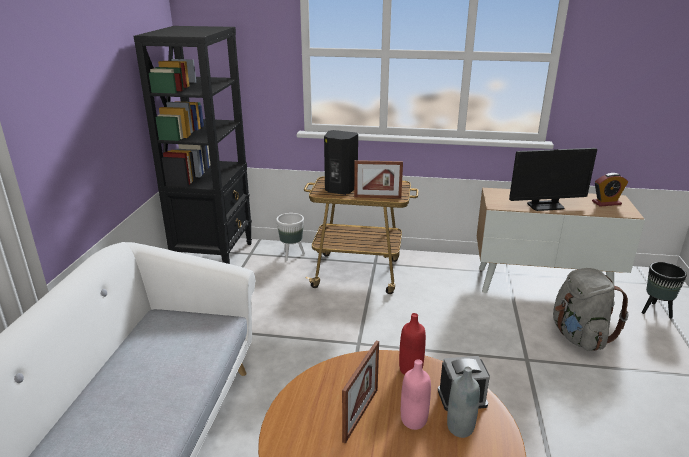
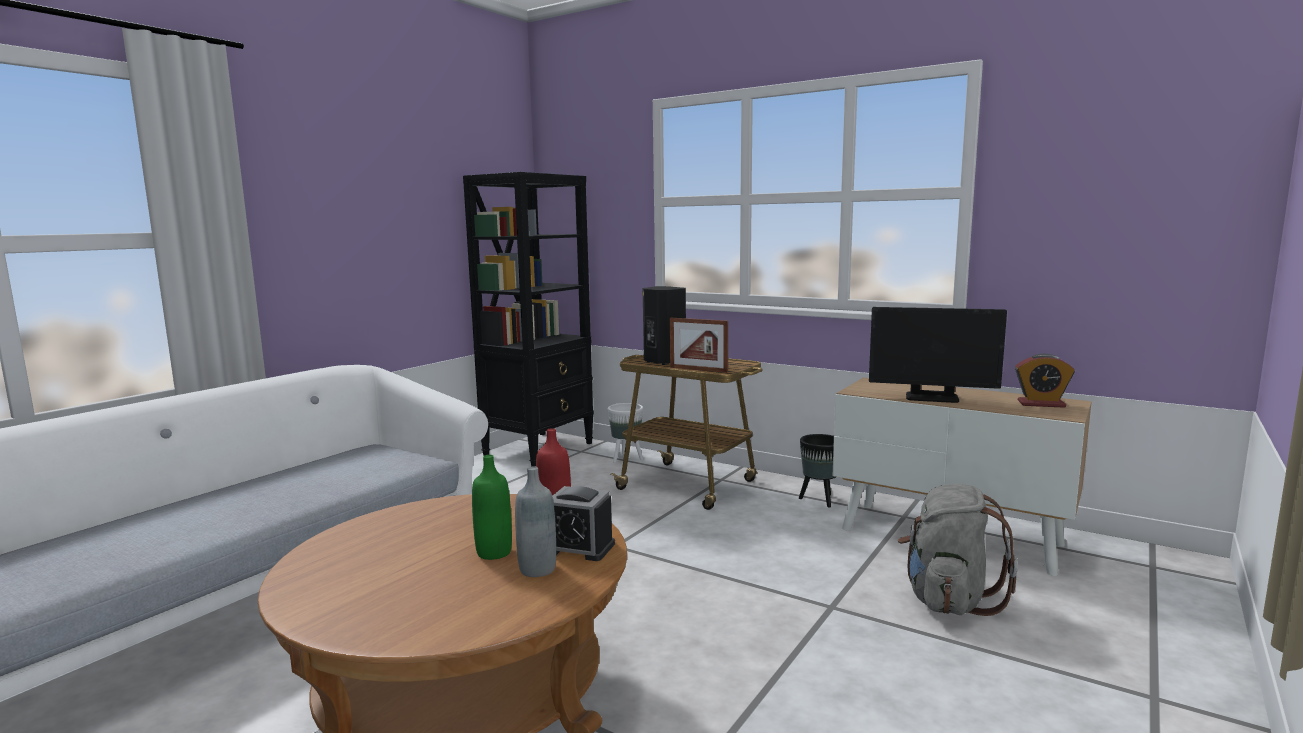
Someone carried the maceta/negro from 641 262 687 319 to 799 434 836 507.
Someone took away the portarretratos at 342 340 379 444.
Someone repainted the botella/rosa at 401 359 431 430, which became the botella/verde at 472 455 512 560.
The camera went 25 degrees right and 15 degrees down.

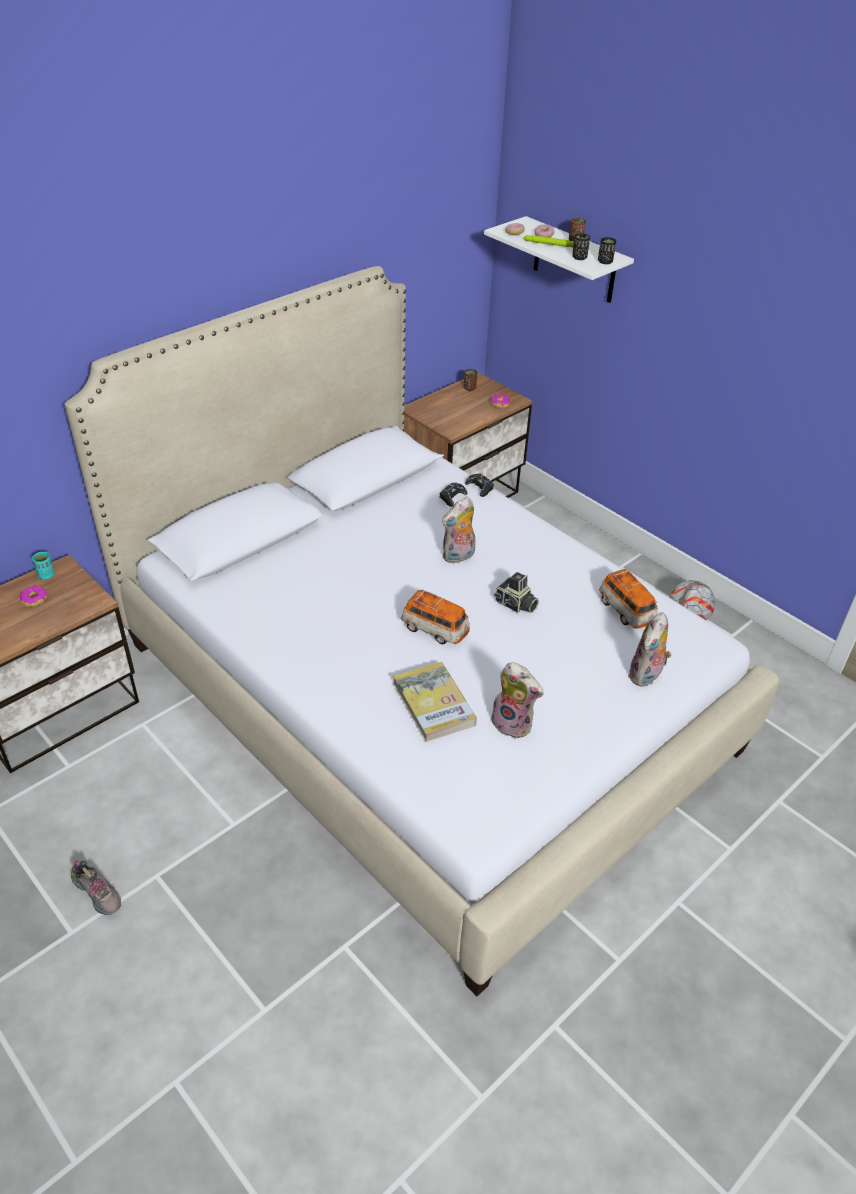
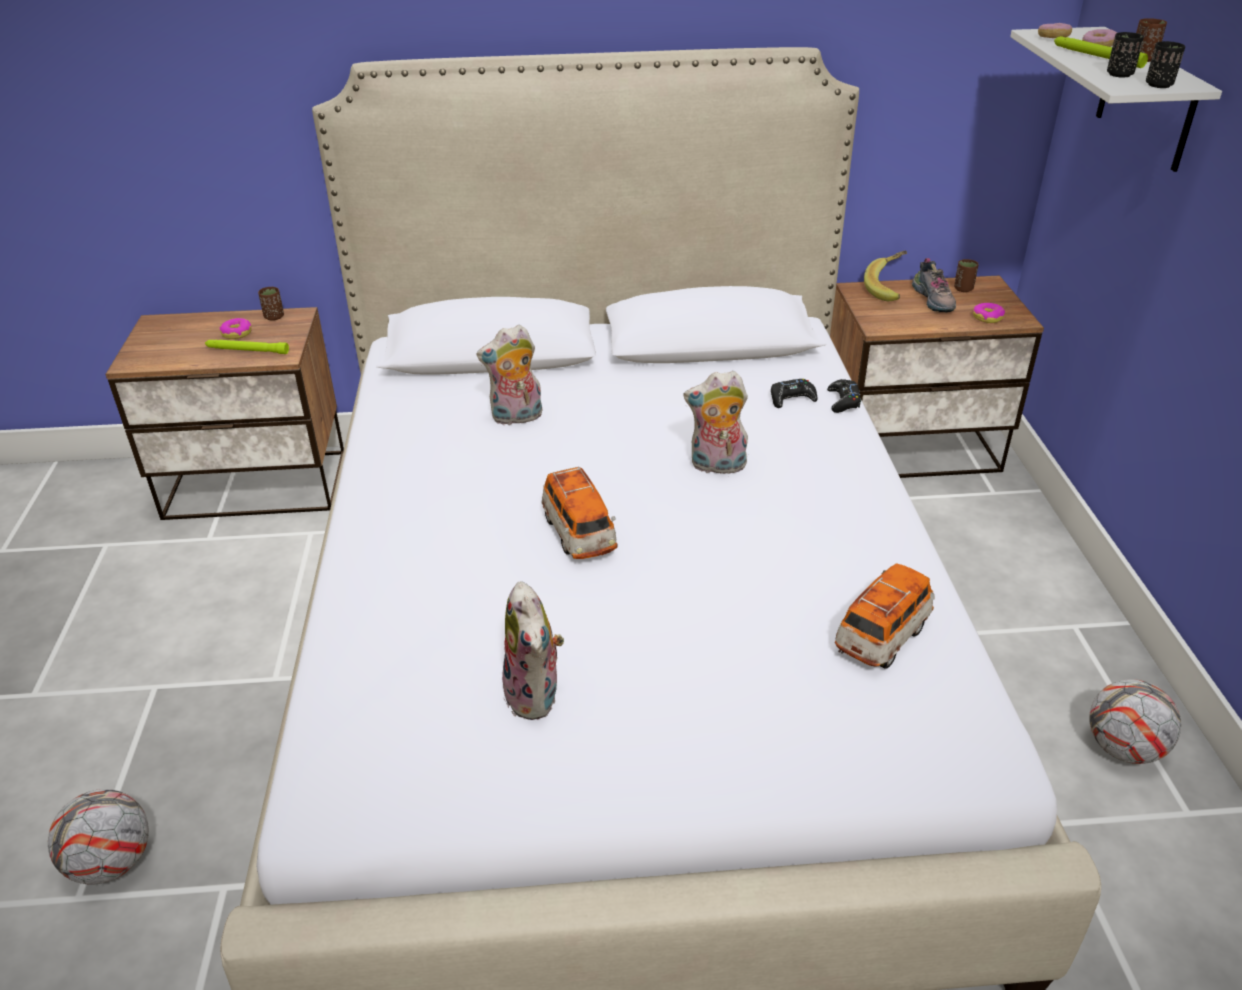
Someone repainted the taza/turquesa at 32 552 55 579, which became the taza/marrón at 258 287 284 321.
Someone rotated the coche de juguete at 599 569 658 628 by 150 degrees counterclockwise.
Someone took away the cámara at 494 572 539 613.
Someone carried the peluche from 628 612 671 687 to 476 325 542 425.
Someone took away the libro at 393 662 477 742.
Someone carried the zapato from 71 861 121 915 to 912 258 956 313.
Someone put down the plátano at 864 251 907 301.
Someone put down the linterna/verde at 205 340 289 354.
Someone put down the balón de fútbol at 48 789 149 885.
The camera went 40 degrees right and 5 degrees down.

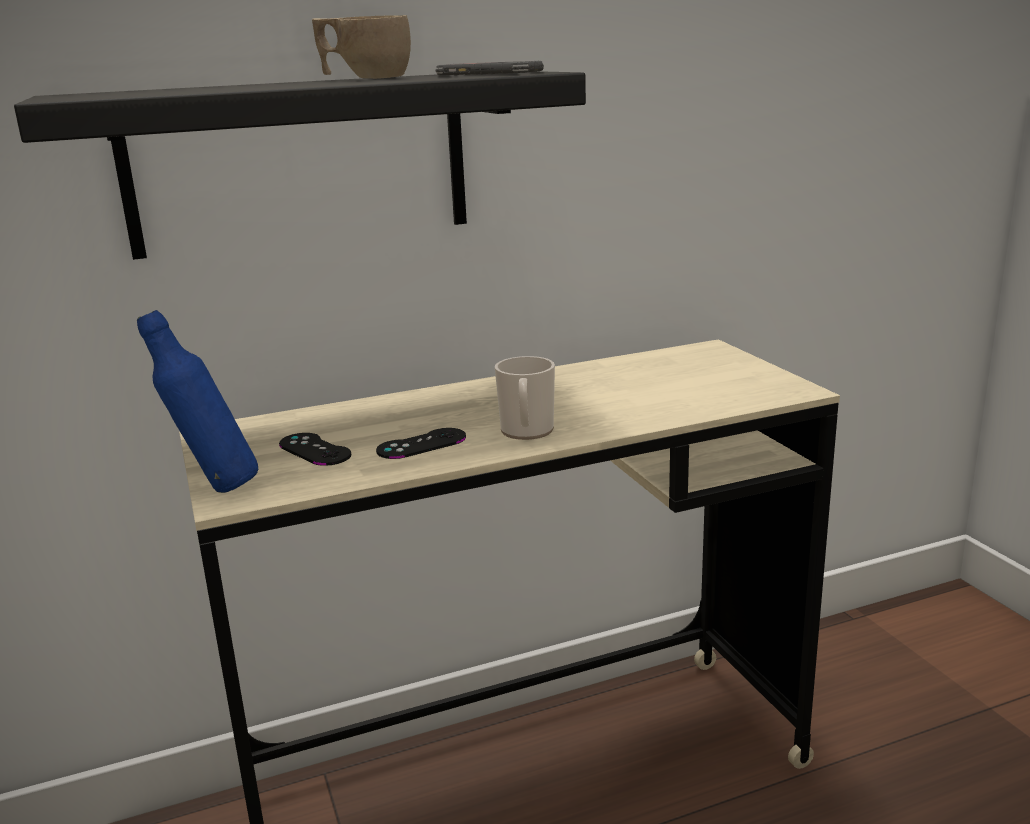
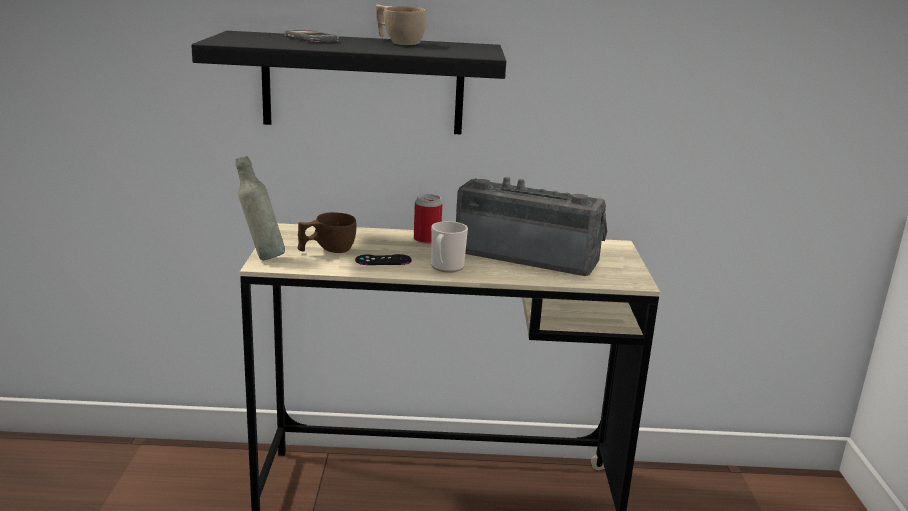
Someone carried the móvil from 436 61 544 75 to 284 30 339 43.
Someone repainted the botella/azul at 137 310 258 493, which became the botella/gris at 236 156 285 260.
Someone swapped the mando de consola/negro at 279 433 351 466 for the taza/marrón at 298 212 356 253.
Someone put down the radio at 456 177 607 276.
Someone put down the lata at 414 194 442 244.
The camera went 20 degrees right and 0 degrees up.

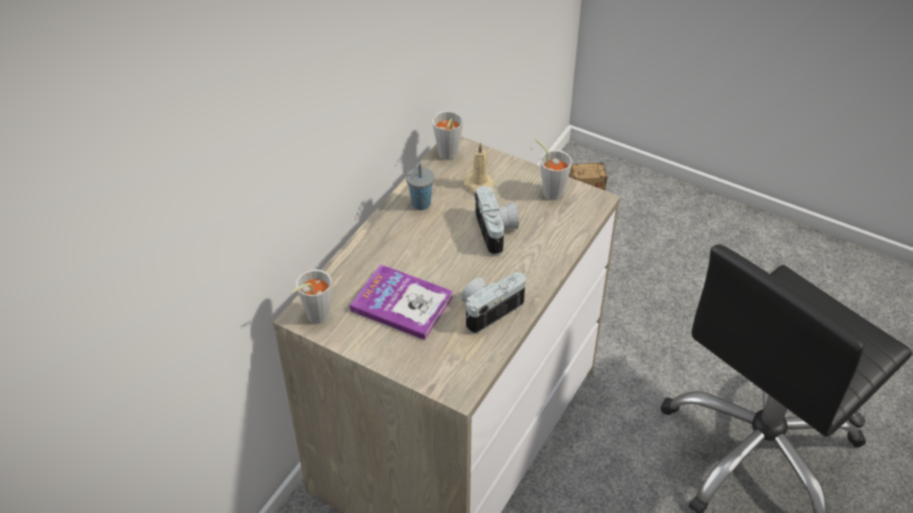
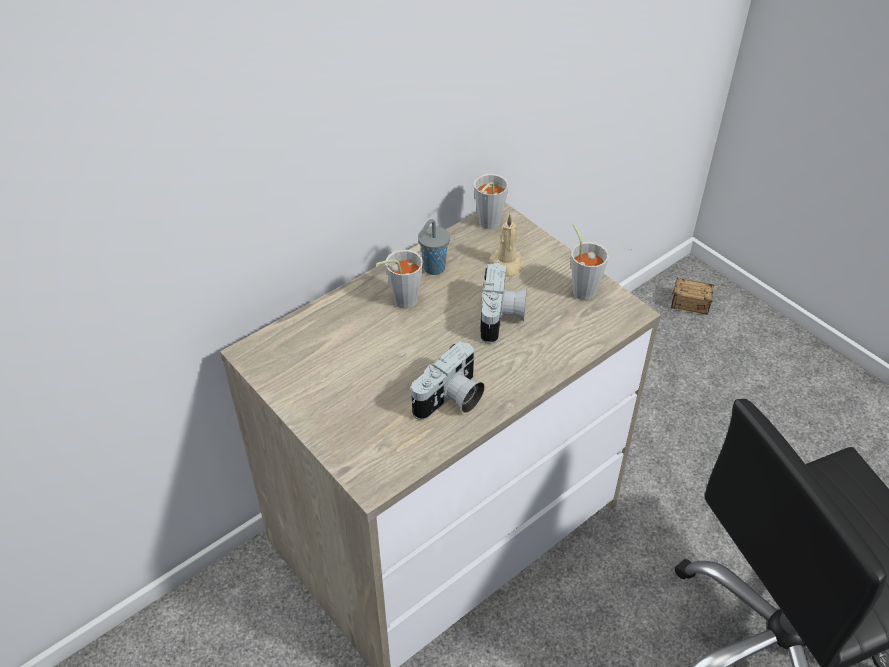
Someone took away the libro at 350 264 453 340.
Someone carried the taza/gris from 292 269 332 324 to 376 250 423 309.
Someone rotated the cámara at 461 272 526 334 by 150 degrees clockwise.
The camera went 20 degrees right and 0 degrees up.

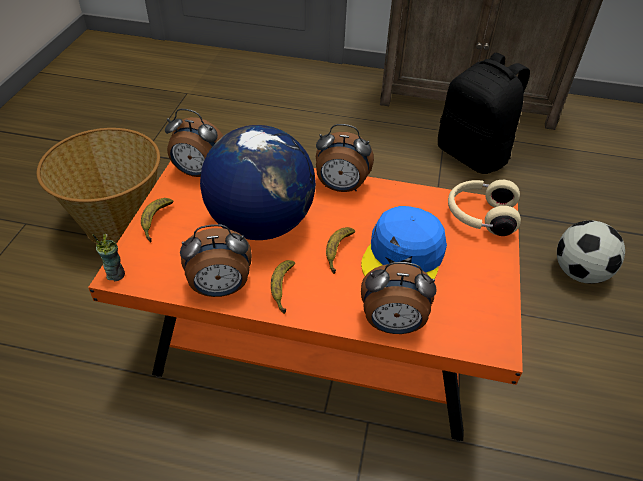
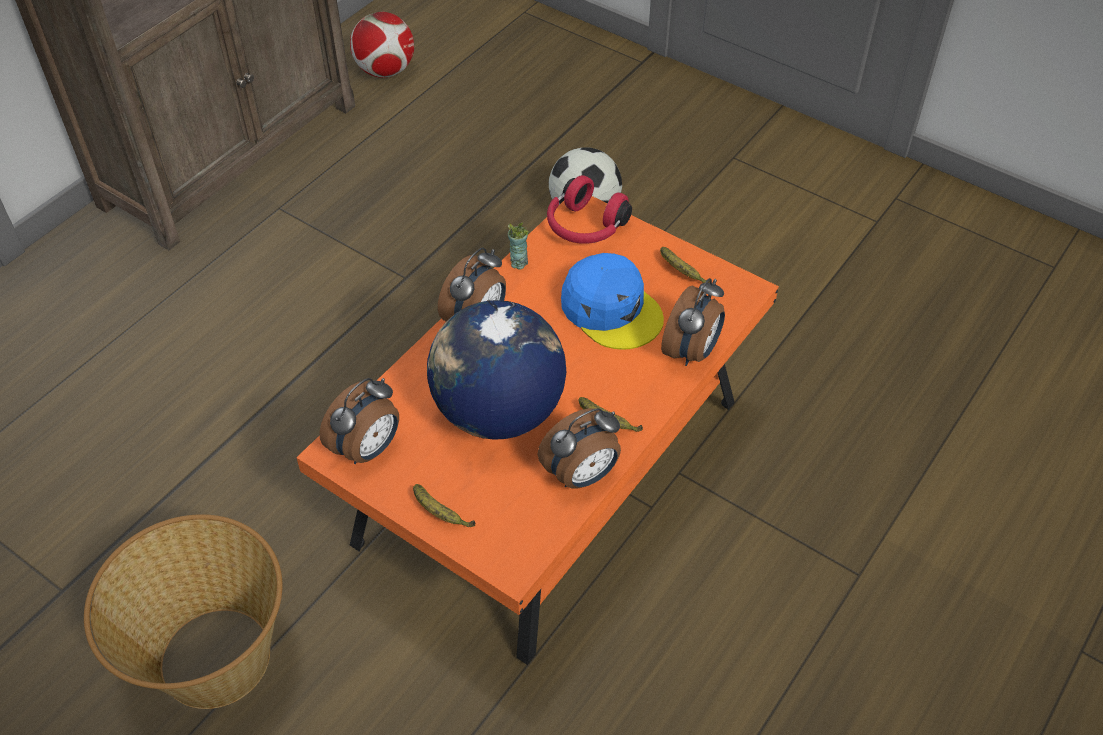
Someone took away the mochila/negro at 438 53 530 174.
Someone repainted the auriculares/beis at 448 180 521 236, which became the auriculares/rojo at 547 175 632 244.
Someone rotated the despertador at 180 224 252 297 by 45 degrees clockwise.
Someone carried the plátano from 326 227 355 274 to 660 247 710 283.
Someone carried the taza from 92 234 125 281 to 508 222 529 269.
Someone put down the balón de fútbol at 350 12 414 78.
The camera went 65 degrees left and 5 degrees up.

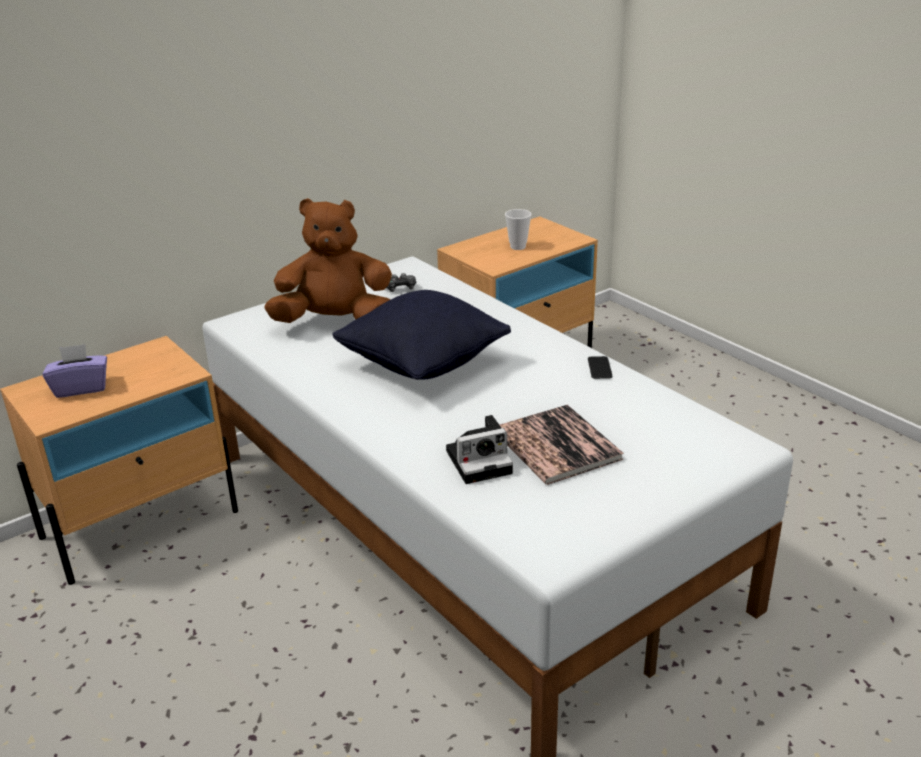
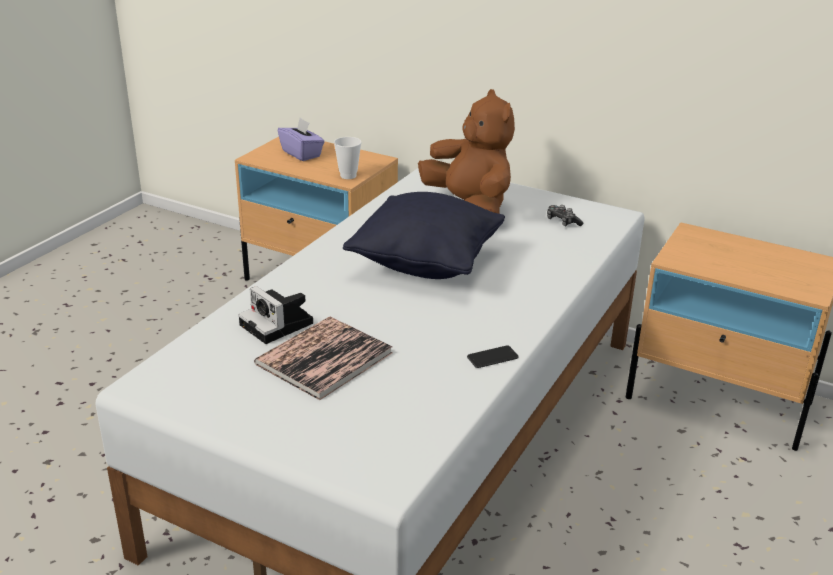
Someone carried the taza from 505 209 532 250 to 334 137 362 179.
The camera went 65 degrees right and 0 degrees up.

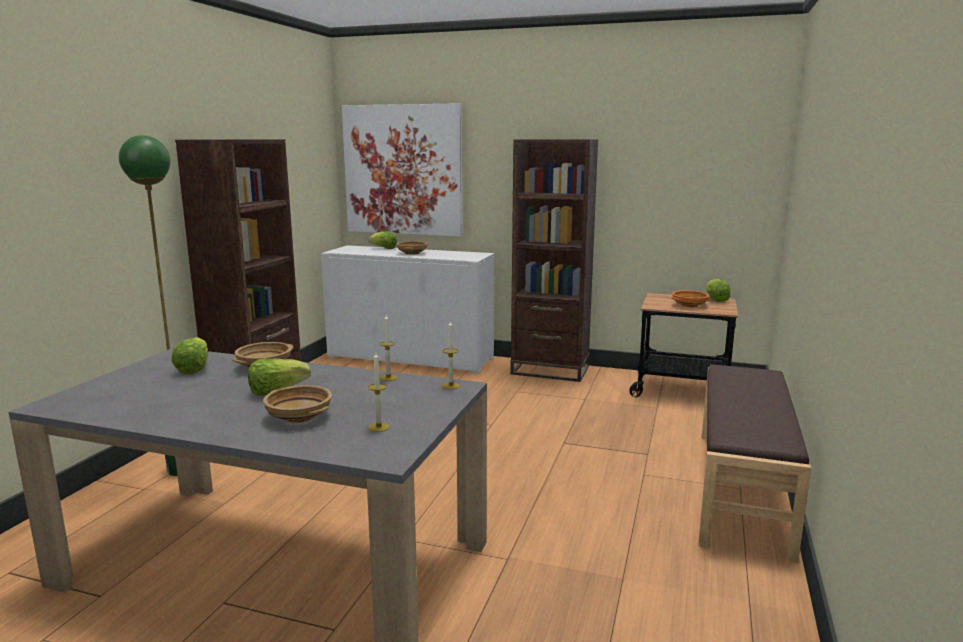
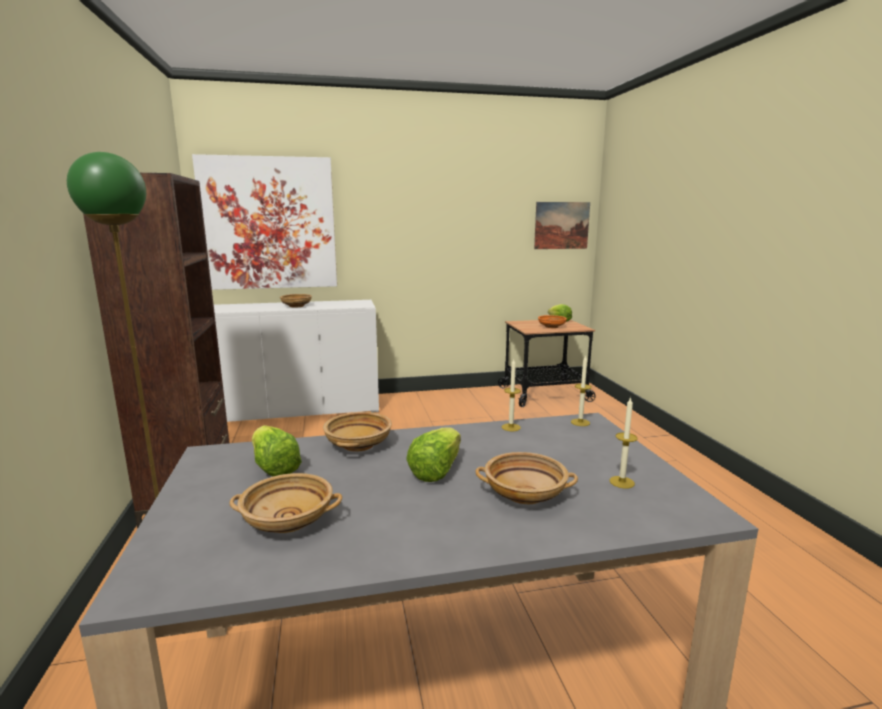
Someone took away the estantería/marrón at 510 139 598 382.
Someone took away the lechuga at 368 231 397 249.
Someone took away the banco/marrón at 698 365 811 563.
Someone put up the cuadro at 534 202 590 249.
Someone put down the cuenco/beis at 230 473 342 533.
The camera went 30 degrees left and 0 degrees up.

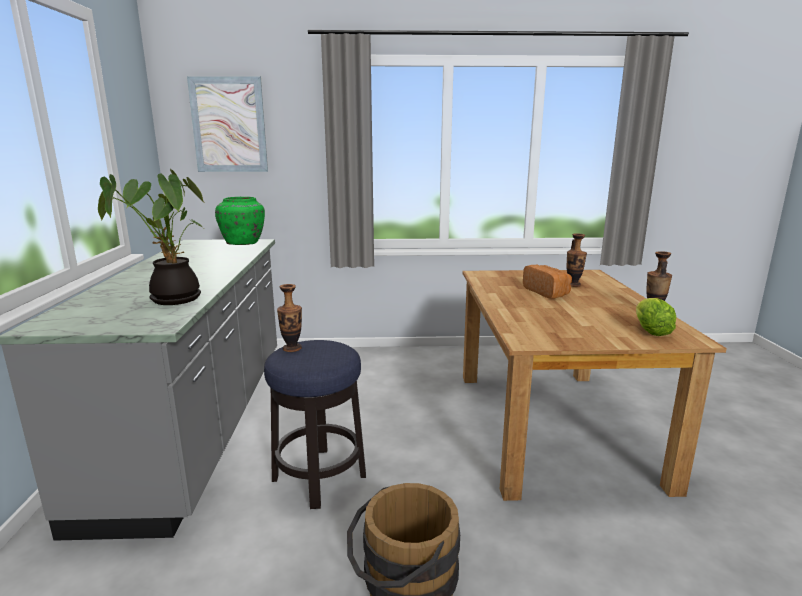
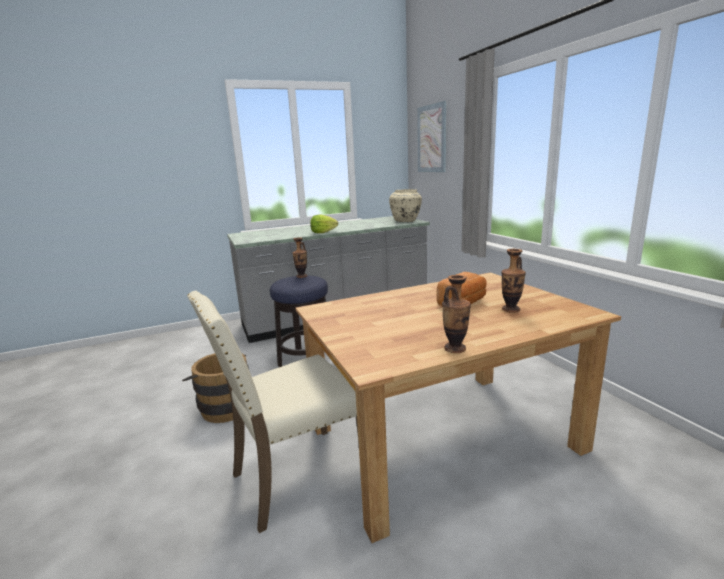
Someone took away the planta en maceta at 98 169 204 305.
Someone repainted the florero/verde at 215 197 265 245, which became the florero/beis at 389 189 422 222.
Someone carried the lechuga from 636 298 676 336 to 310 215 338 233.
Someone put down the silla/beis at 187 291 358 533.
The camera went 70 degrees right and 0 degrees up.

